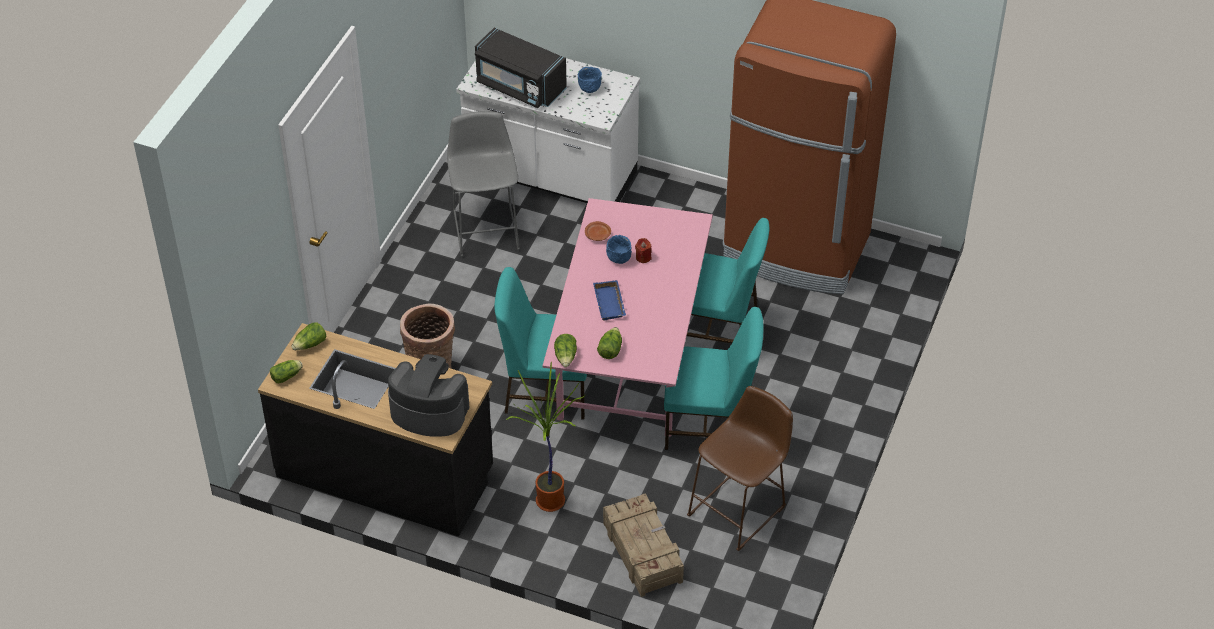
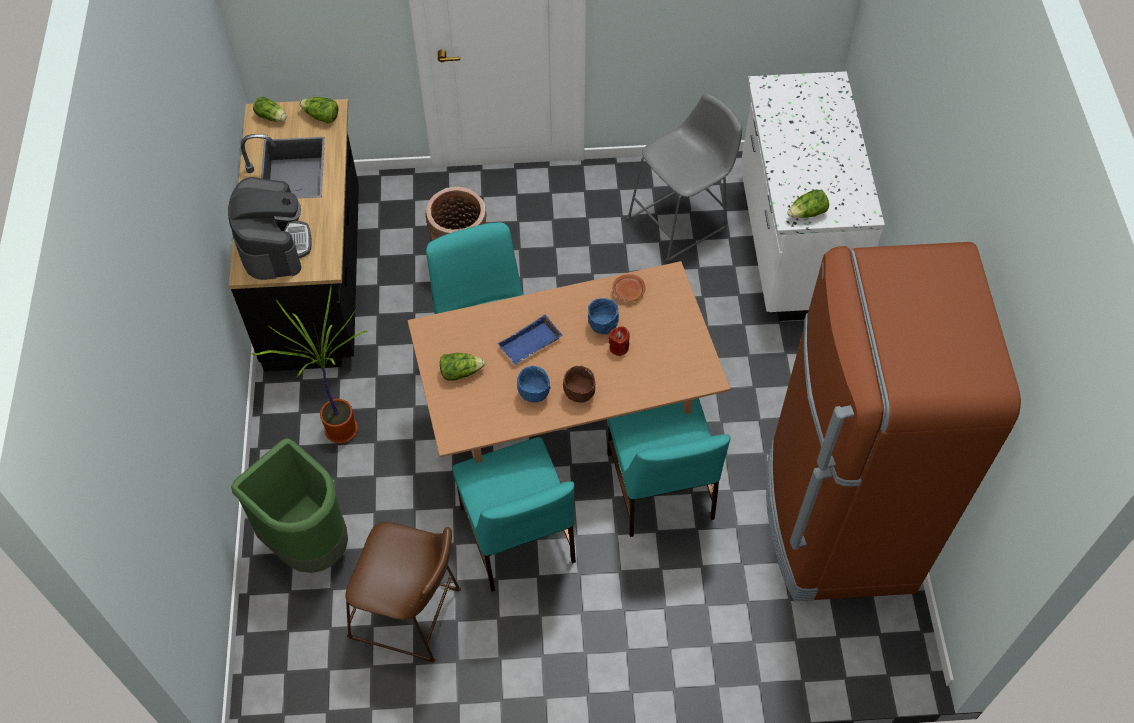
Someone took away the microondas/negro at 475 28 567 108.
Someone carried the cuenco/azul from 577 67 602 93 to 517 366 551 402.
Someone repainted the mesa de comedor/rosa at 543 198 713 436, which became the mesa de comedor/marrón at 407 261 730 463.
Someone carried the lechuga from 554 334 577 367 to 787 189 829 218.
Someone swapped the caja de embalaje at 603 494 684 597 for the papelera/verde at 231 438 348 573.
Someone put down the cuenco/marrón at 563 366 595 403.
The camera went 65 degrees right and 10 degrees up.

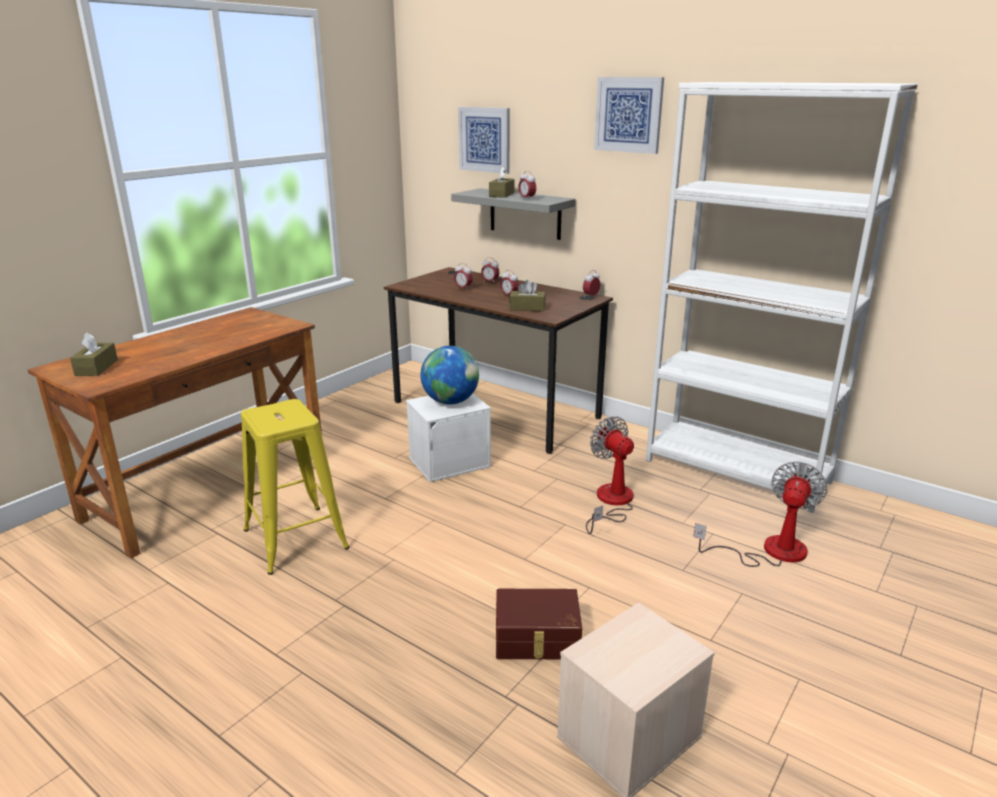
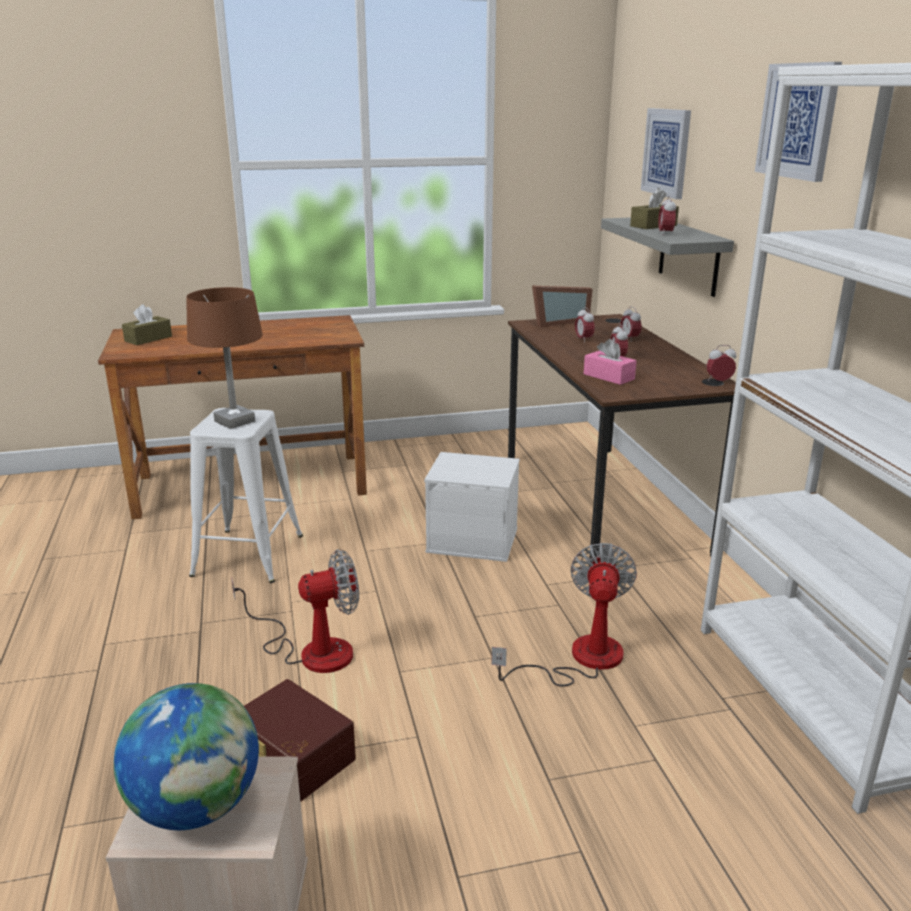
Someone repainted the caja de pañuelos/marrón at 509 280 546 311, which became the caja de pañuelos/rosa at 584 339 637 385.
Someone carried the globo terráqueo from 421 346 479 404 to 114 683 259 830.
Someone repainted the taburete/amarillo at 241 399 349 575, which became the taburete/blanco at 189 408 303 583.
Someone carried the ventilador from 693 461 827 567 to 231 549 359 673.
Someone put down the portarretratos at 532 286 593 327.
Someone put down the lámpara de mesa/marrón at 186 287 263 429.
The camera went 40 degrees right and 0 degrees up.

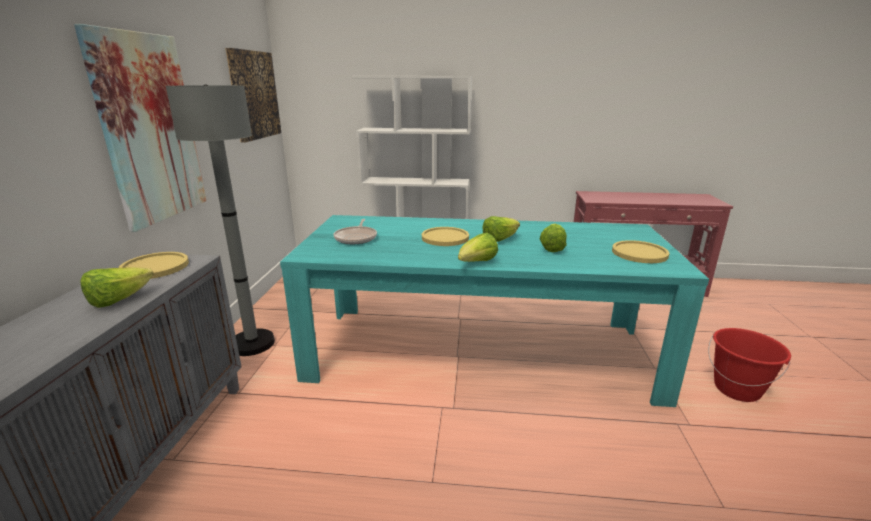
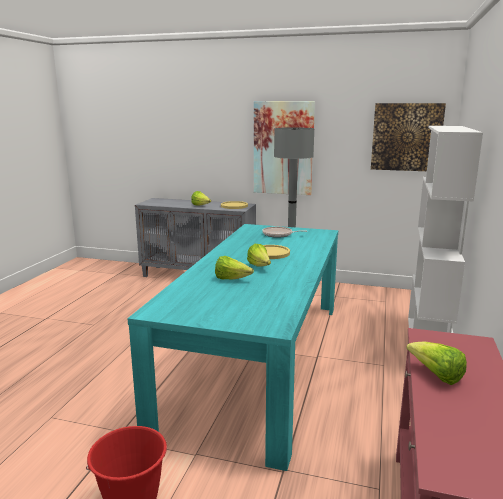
Someone carried the lechuga from 458 233 498 262 to 406 342 467 385.
Someone took away the plato/amarillo at 612 240 669 263.
The camera went 100 degrees right and 5 degrees down.

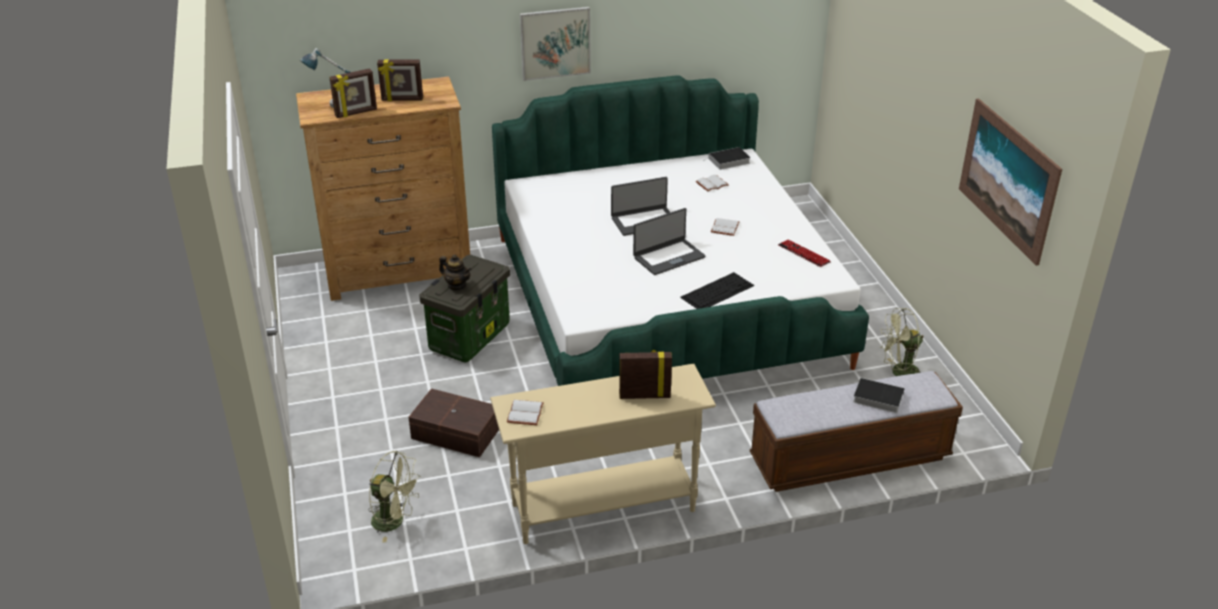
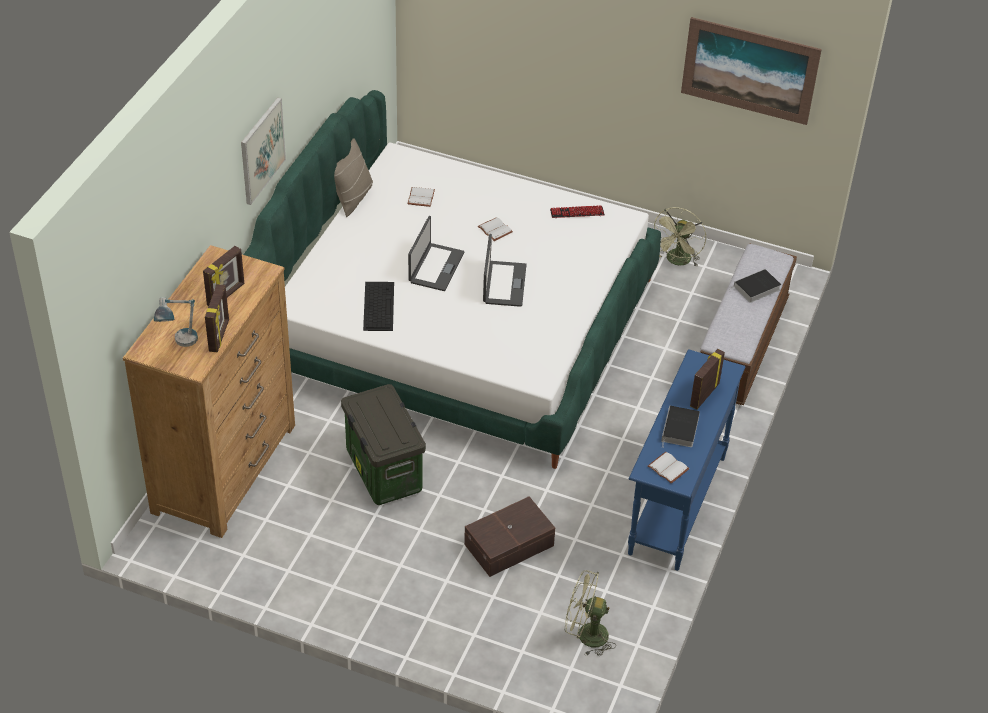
Someone carried the libro from 703 147 751 170 to 661 405 700 447.
Someone took away the tetera at 439 255 472 290.
Someone carried the teclado from 680 272 754 309 to 363 282 394 331.
Someone repainted the mesa consola/beis at 490 364 716 544, which became the mesa consola/azul at 628 349 745 571.
Someone rotated the ventilador/verde at 368 451 421 542 by 135 degrees counterclockwise.
Someone put down the cojín/beis at 334 138 373 217.
The camera went 55 degrees left and 10 degrees up.

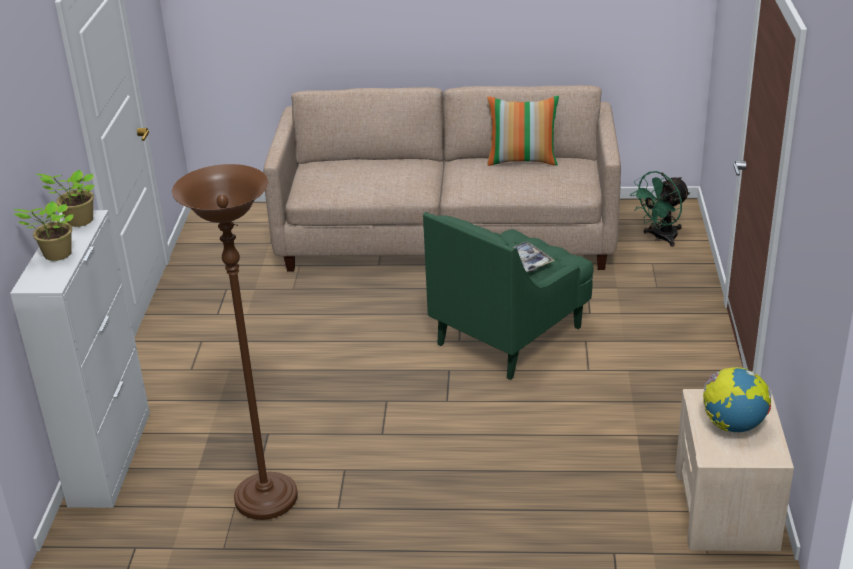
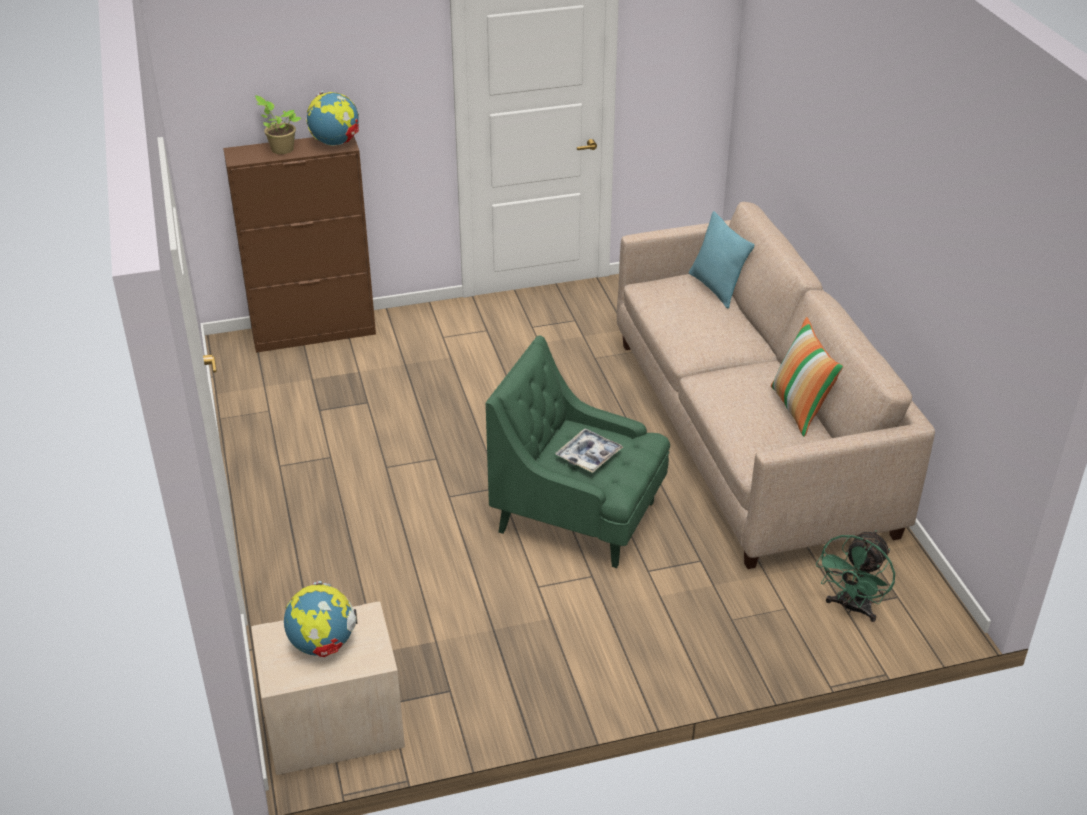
Someone took away the lámpara de pie/marrón at 172 164 298 520.
Someone swapped the planta en maceta at 36 170 94 227 for the globo terráqueo at 306 91 359 146.
Someone rotated the ventilador/verde at 630 171 690 247 by 90 degrees counterclockwise.
Someone repainted the armario/blanco at 10 210 150 508, which became the armario/marrón at 223 136 376 353.
Someone put down the cojín/turquesa at 689 211 754 308.
The camera went 70 degrees right and 5 degrees up.

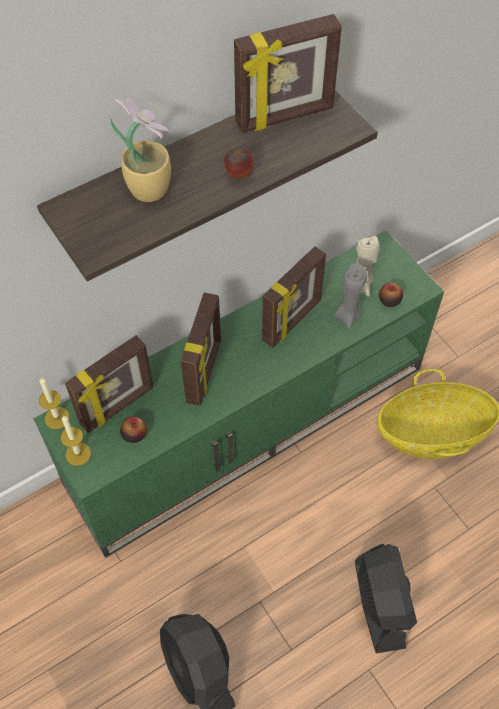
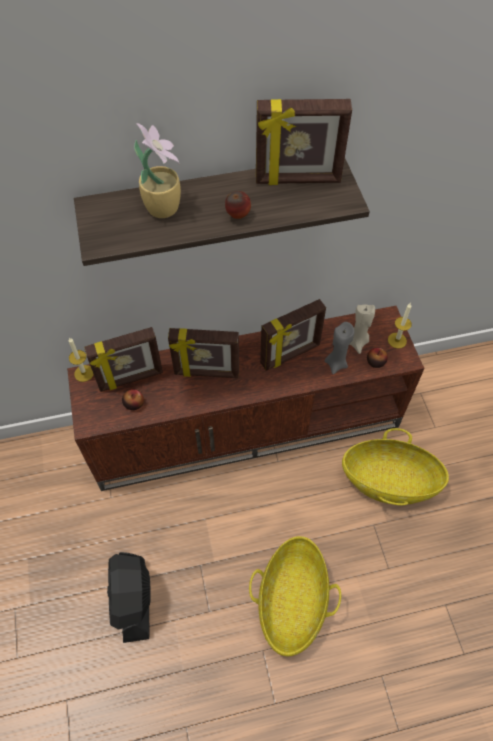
Someone repainted the mueble de televisión/verde at 33 230 444 558, which became the mueble de televisión/marrón at 67 306 425 491.
Someone rotated the portarretratos at 181 292 221 406 by 60 degrees clockwise.
Someone carried the vela from 60 415 91 466 to 388 303 412 349.
Someone swapped the ventilador/negro at 355 544 417 654 for the cesta at 249 536 341 656.
The camera went 20 degrees right and 0 degrees up.

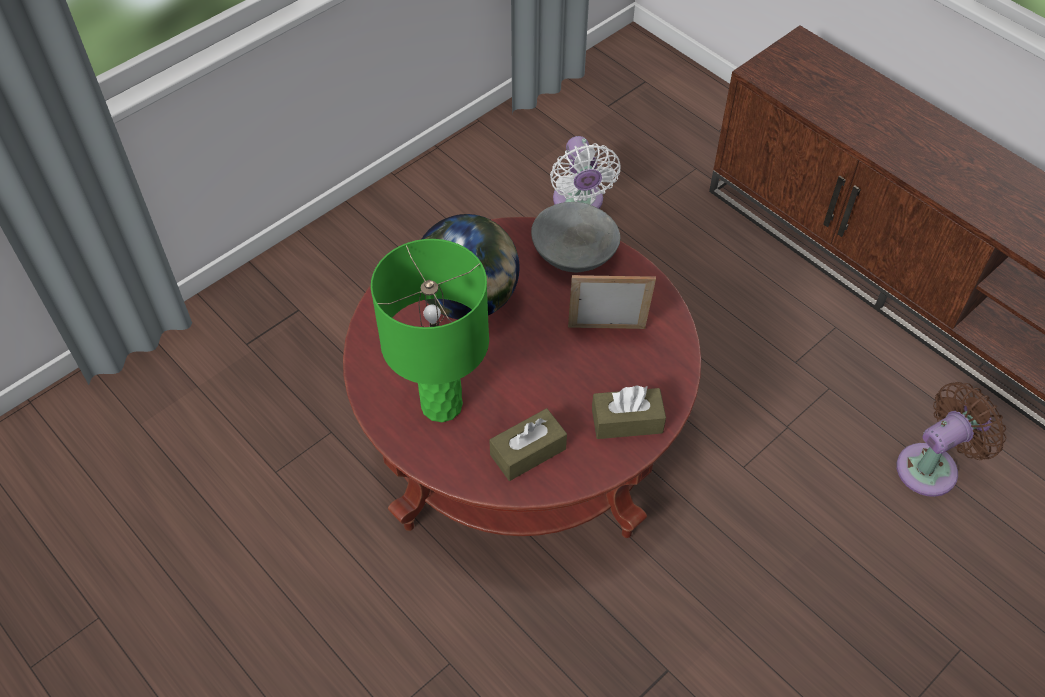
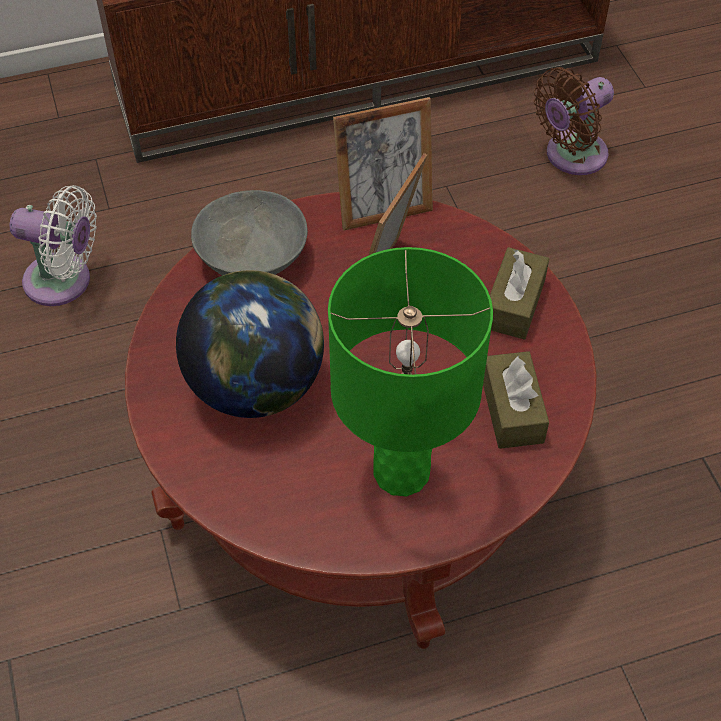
Someone rotated the ventilador/marrón at 896 382 1006 497 by 120 degrees counterclockwise.
Someone put down the portarretratos at 333 97 433 230.
The camera went 65 degrees left and 0 degrees up.

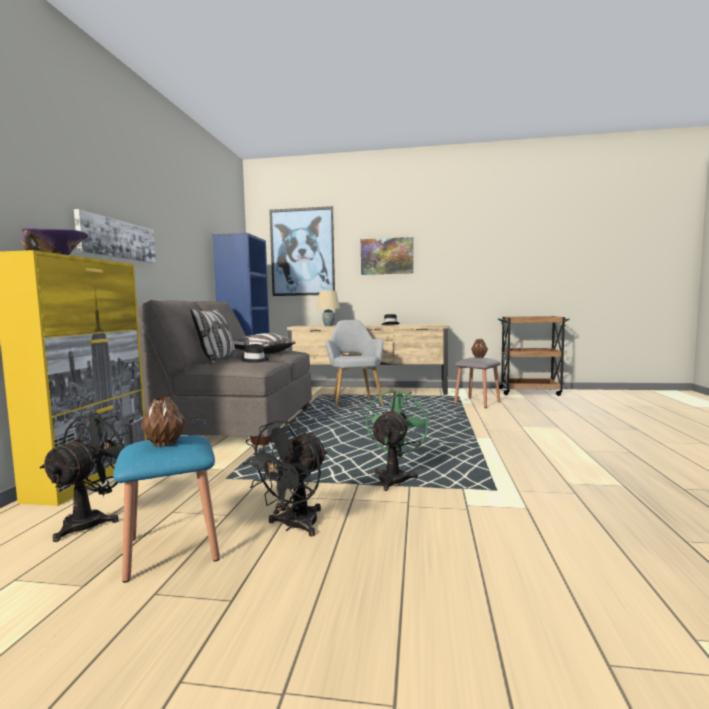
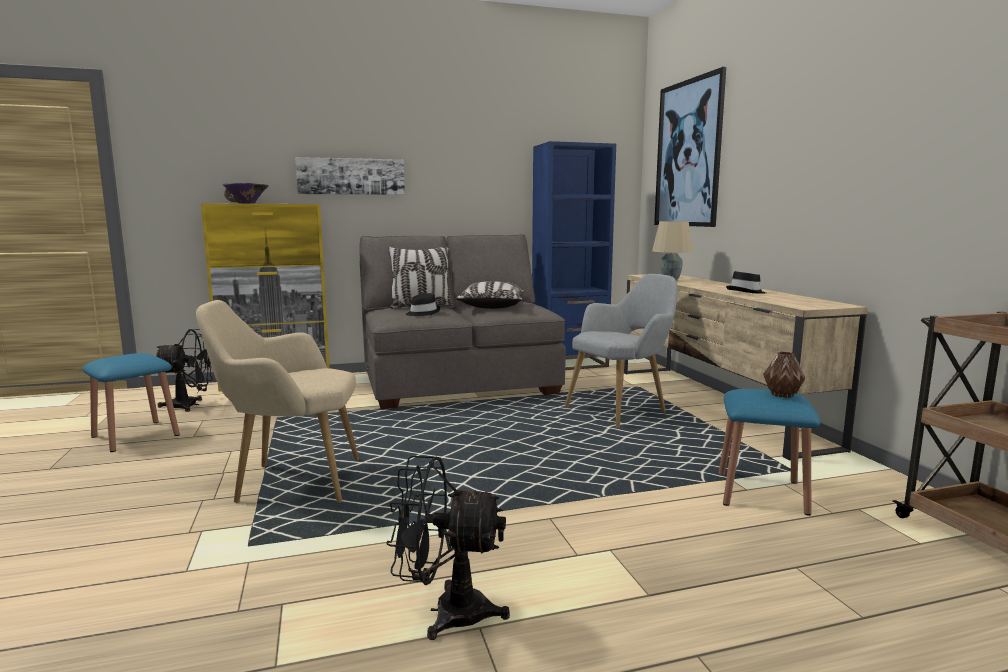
Someone took away the cuadro at 361 237 413 275.
Someone repainted the taburete/gris at 454 357 501 408, which became the taburete/azul at 719 389 820 516.
Someone swapped the ventilador/verde at 366 390 430 491 for the sillón/beis at 196 300 359 503.
Someone took away the florero/marrón at 141 397 186 447.
Someone carried the ventilador/negro from 243 420 328 537 to 386 456 510 640.
The camera went 65 degrees right and 5 degrees up.

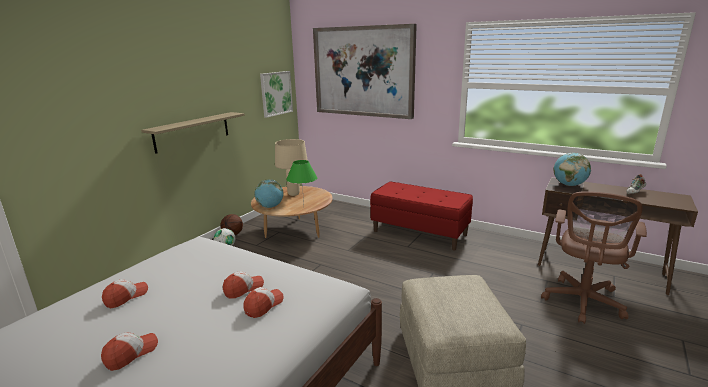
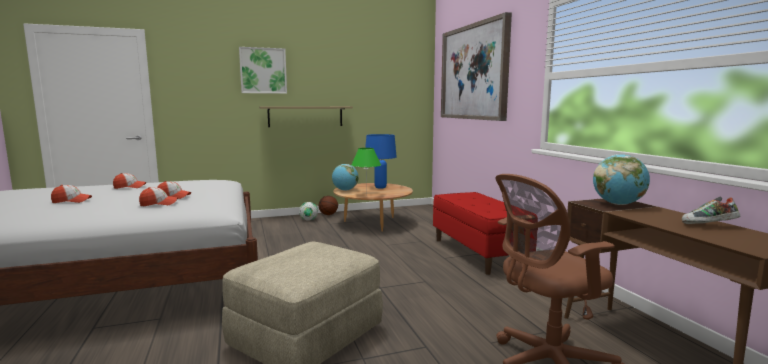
Someone carried the cuadro from 260 71 293 118 to 239 47 287 94.
Someone repainted the lámpara de mesa/beis at 275 139 308 196, which became the lámpara de mesa/azul at 365 134 397 189.
The camera went 40 degrees right and 10 degrees down.

